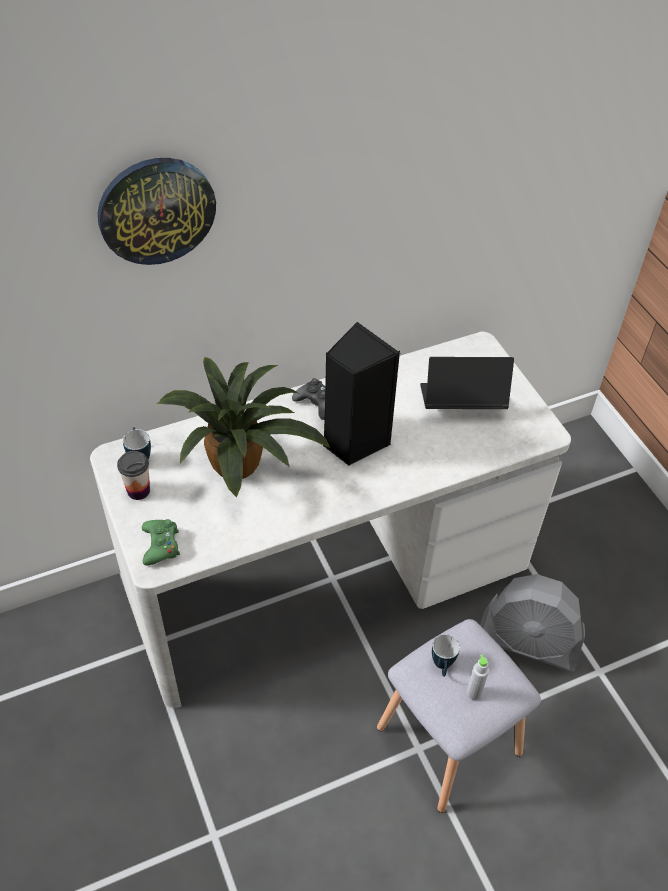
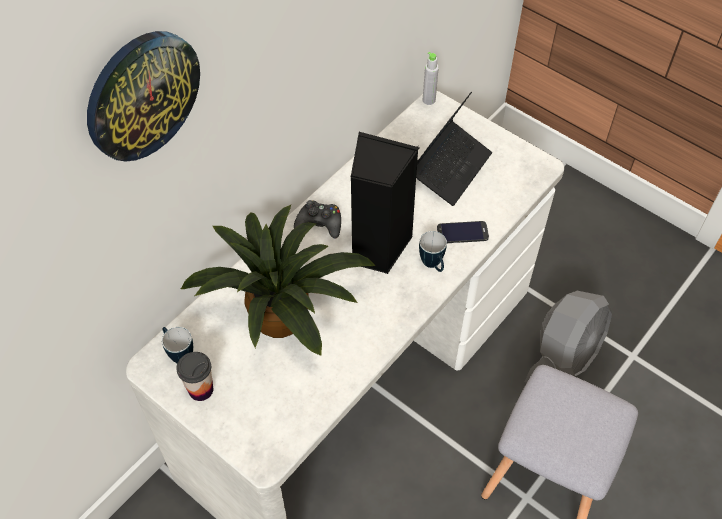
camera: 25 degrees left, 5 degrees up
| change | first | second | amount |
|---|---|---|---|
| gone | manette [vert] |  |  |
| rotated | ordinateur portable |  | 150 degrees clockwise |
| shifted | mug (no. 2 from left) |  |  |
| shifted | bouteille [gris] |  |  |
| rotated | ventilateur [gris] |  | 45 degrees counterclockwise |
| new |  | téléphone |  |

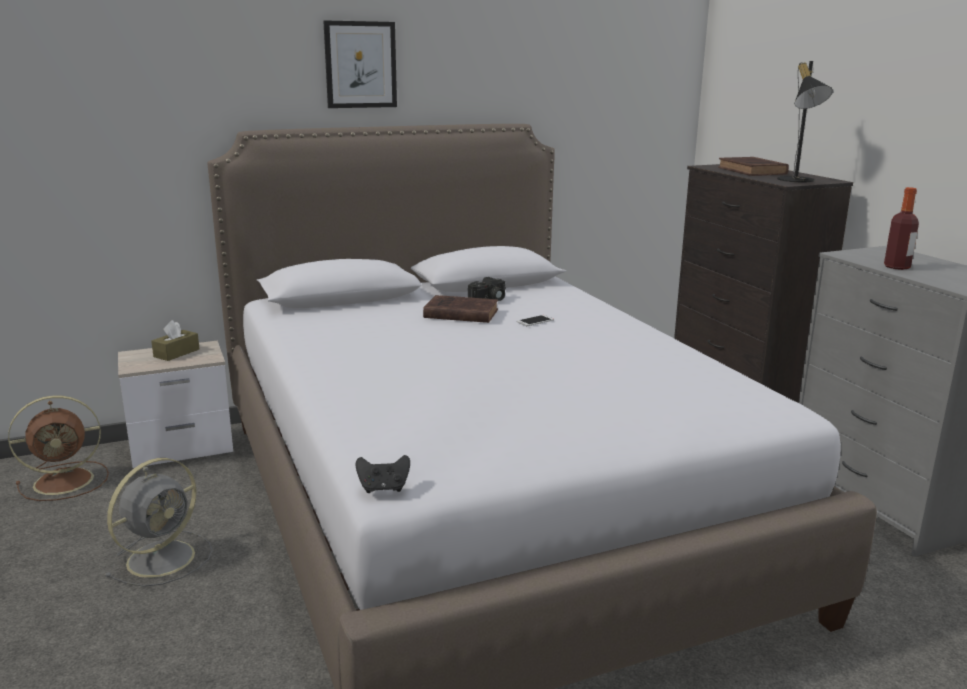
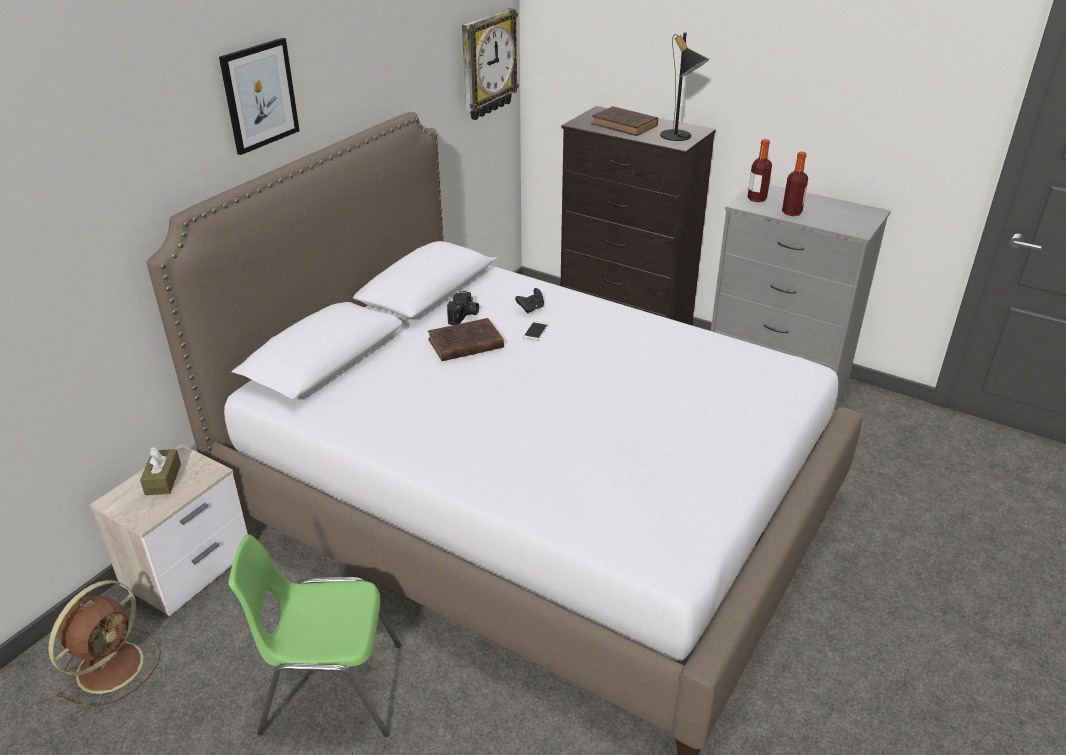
camera: 35 degrees left, 15 degrees up
| change | first | second | amount |
|---|---|---|---|
| swapped | ventilateur [gris] | chaise [vert] |  |
| shifted | manette [noir] |  |  |
| new |  | horloge murale |  |
| new |  | bouteille (no. 1 from left) |  |

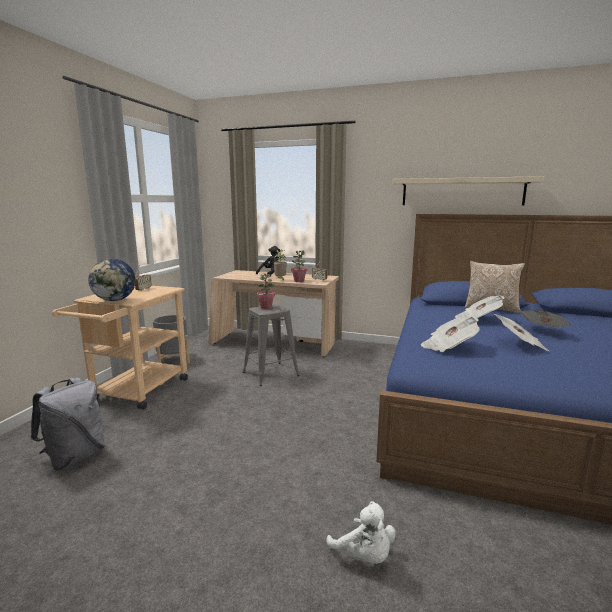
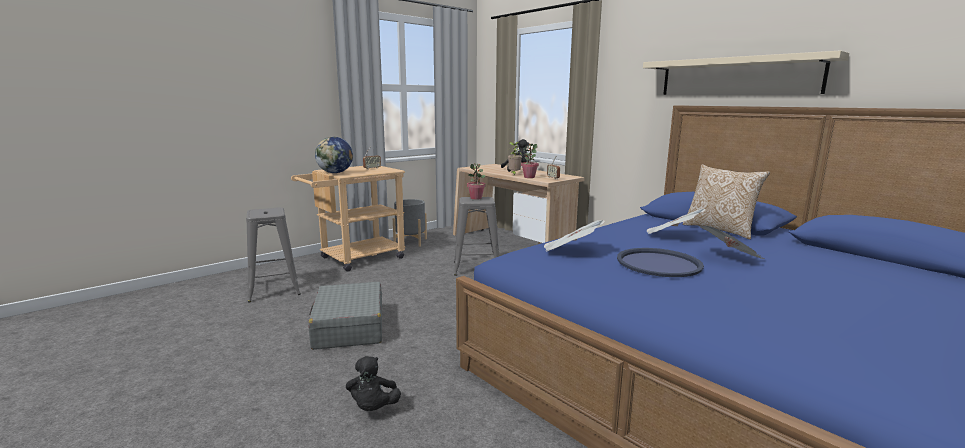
camera: 30 degrees right, 0 degrees up
| change | first | second | amount |
|---|---|---|---|
| swapped | sac à dos [gris] | tabouret [gris] (no. 1 from left) |  |
| repainted | peluche [blanc] | peluche [noir] (no. 1 from left) |  |
| swapped | journal (no. 3 from left) | plateau [bleu] |  |
| new |  | valise [gris] |  |

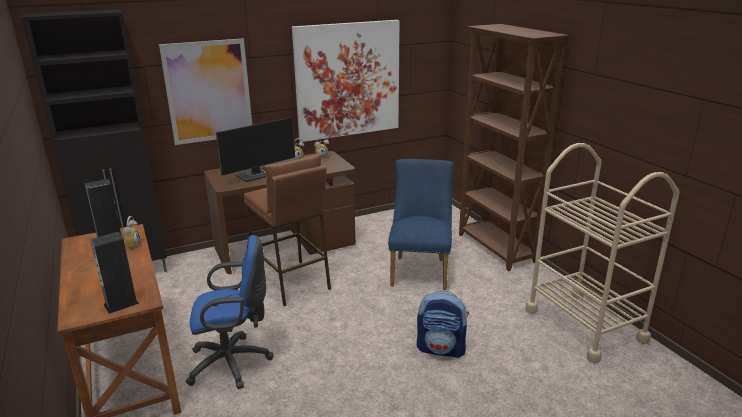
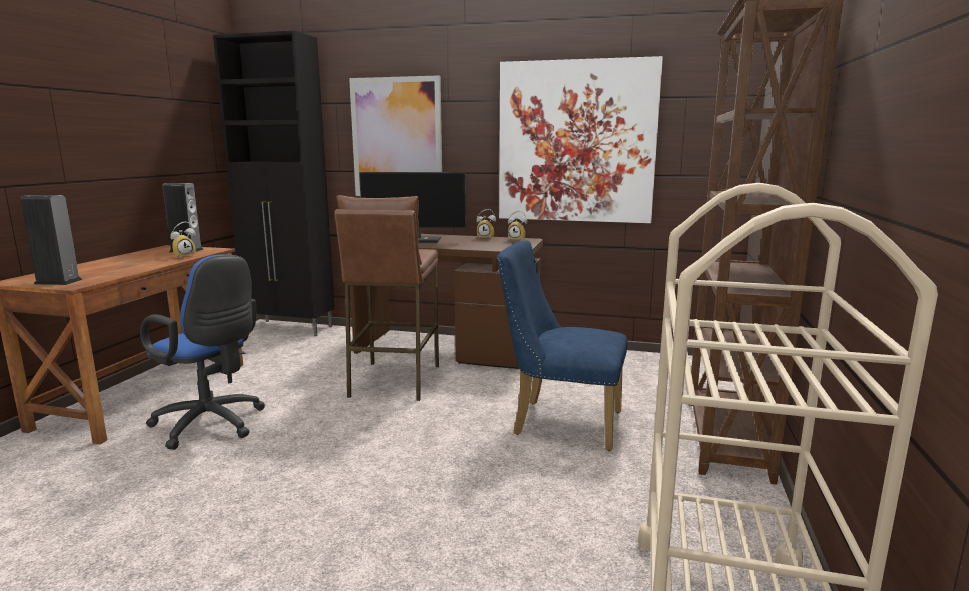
camera: 40 degrees right, 10 degrees down
| change | first | second | amount |
|---|---|---|---|
| rotated | chaise [bleu] |  | 120 degrees counterclockwise |
| gone | sac à dos |  |  |

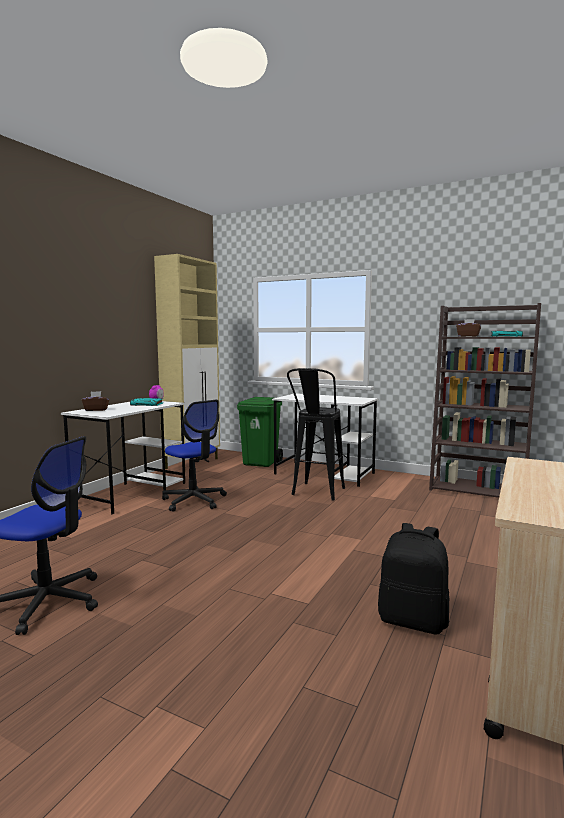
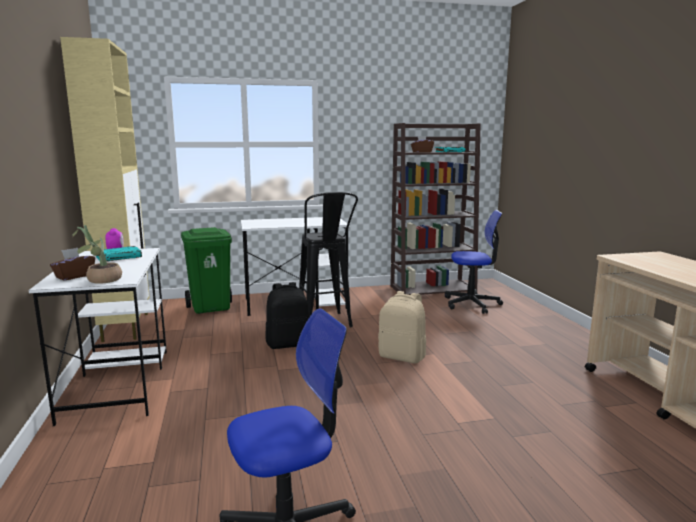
camera: 40 degrees left, 5 degrees up
| change | first | second | amount |
|---|---|---|---|
| shifted | chaise de bureau (no. 2 from left) |  |  |
| shifted | sac à dos [noir] |  |  |
| new |  | plante en pot |  |
| new |  | sac à dos [beige] |  |

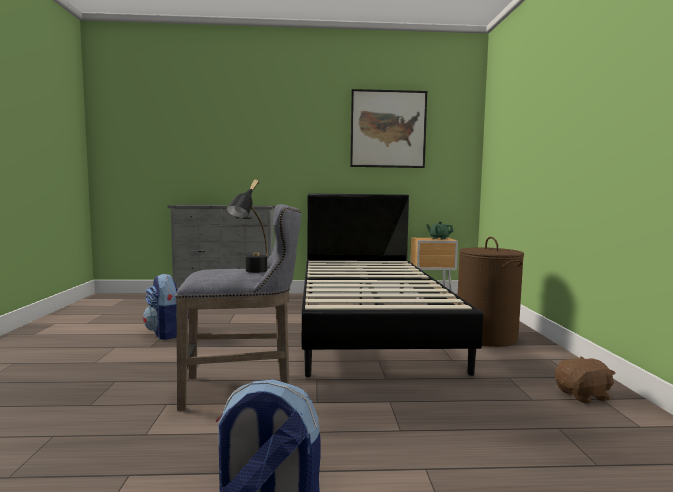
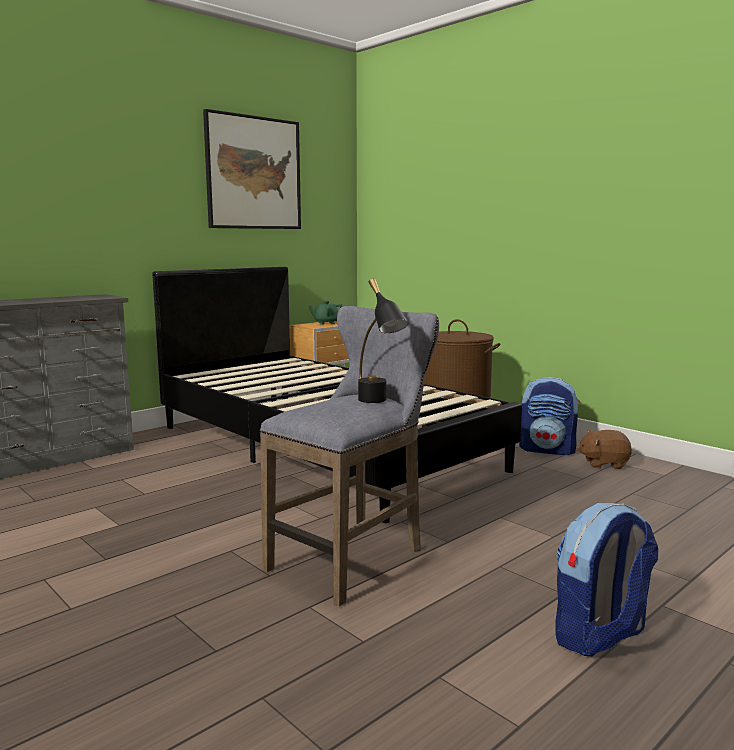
camera: 40 degrees left, 5 degrees up
| change | first | second | amount |
|---|---|---|---|
| shifted | sac à dos (no. 1 from left) |  |  |
| rotated | peluche [marron] |  | 120 degrees counterclockwise |

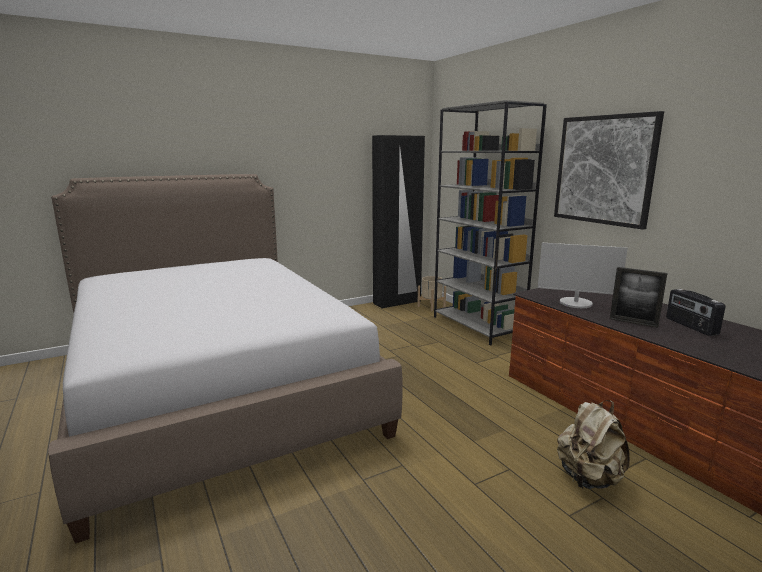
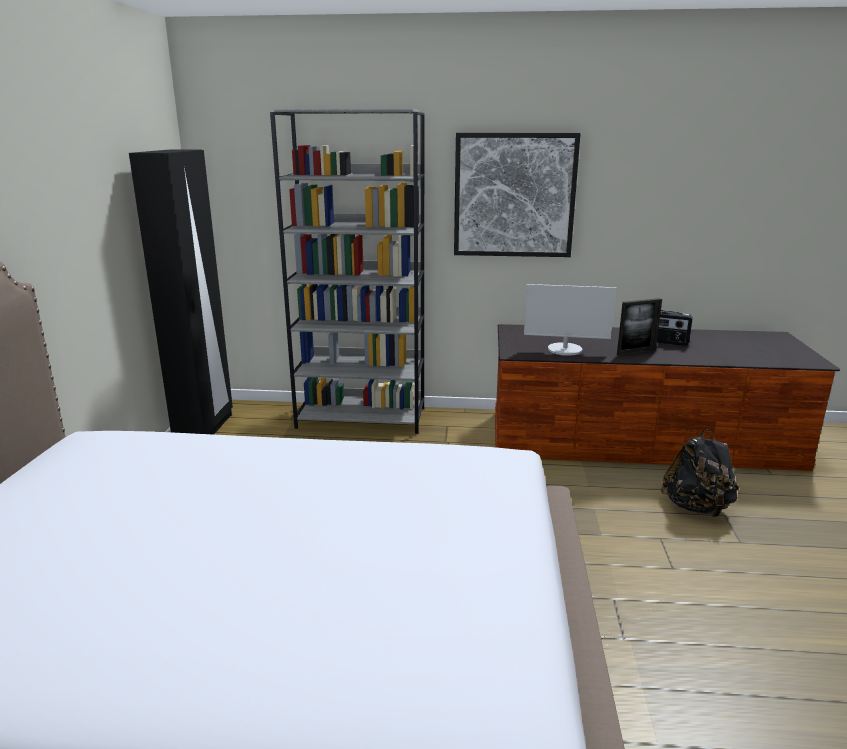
camera: 55 degrees left, 5 degrees up
| change | first | second | amount |
|---|---|---|---|
| gone | cache-pot [beige] |  |  |
| rotated | écran d'ordinateur |  | 45 degrees clockwise |
| repainted | sac à dos [beige] | sac à dos [noir] |  |

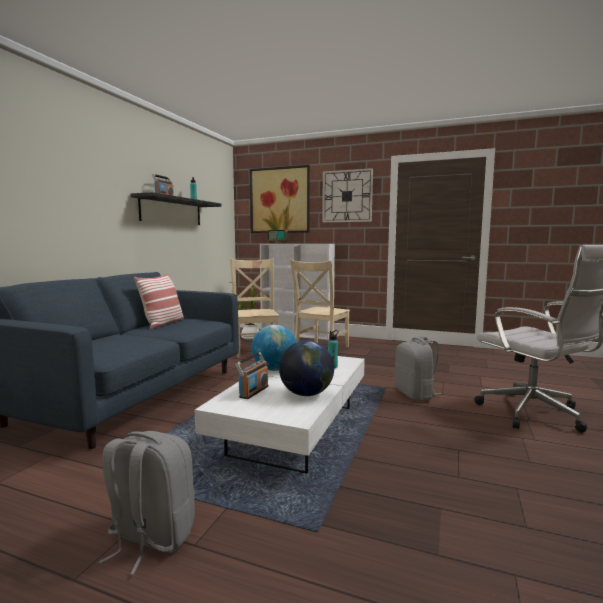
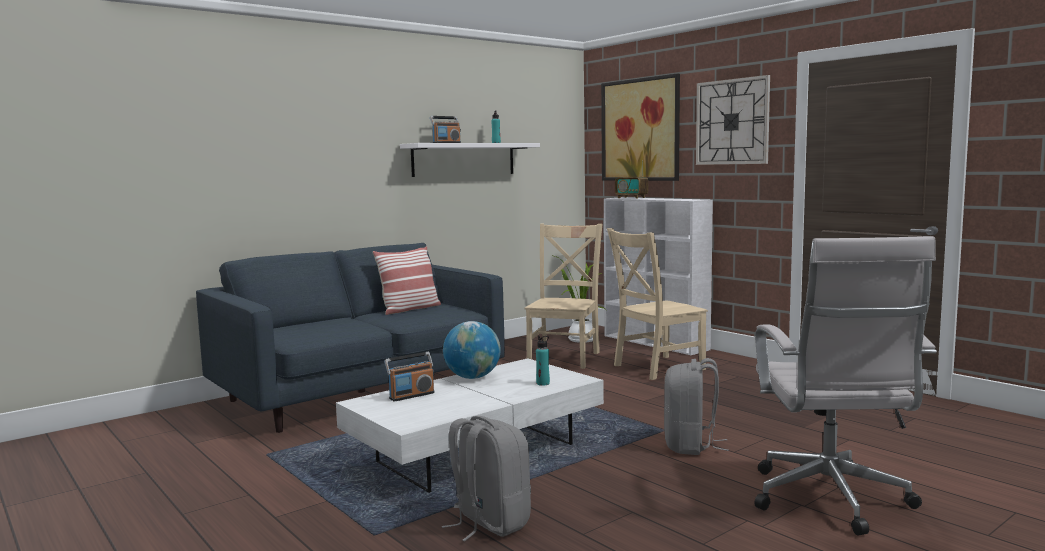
camera: 30 degrees right, 0 degrees up
| change | first | second | amount |
|---|---|---|---|
| shifted | sac à dos [gris] (no. 1 from left) |  |  |
| repainted | étagère [noir] | étagère [blanc] |  |
| gone | globe (no. 2 from left) |  |  |

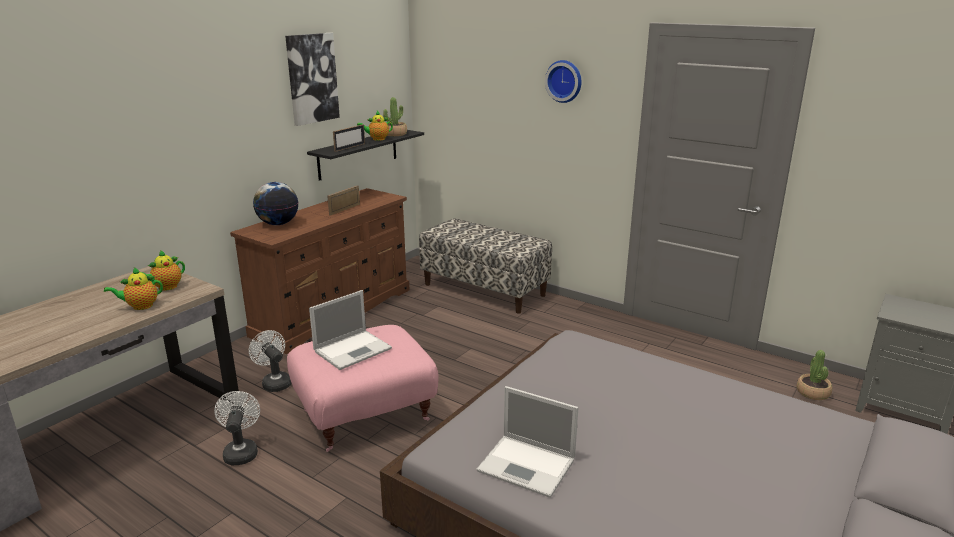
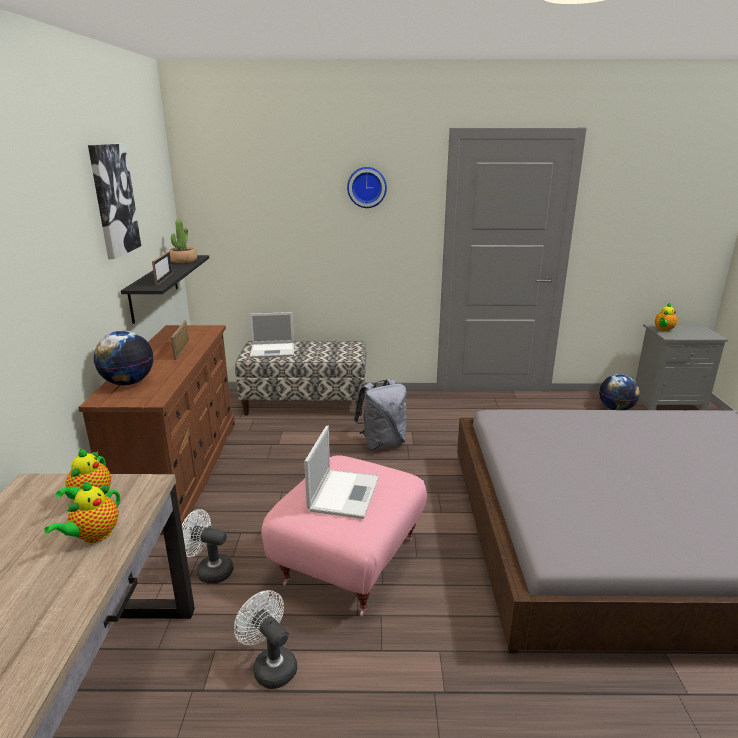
camera: 35 degrees left, 0 degrees up
| change | first | second | amount |
|---|---|---|---|
| shifted | théière (no. 3 from left) |  |  |
| shifted | ordinateur portable (no. 2 from left in the first image) | ordinateur portable (no. 1 from left) |  |
| swapped | plante en pot (no. 2 from left) | globe (no. 2 from left) |  |
| new |  | sac à dos [gris] |  |

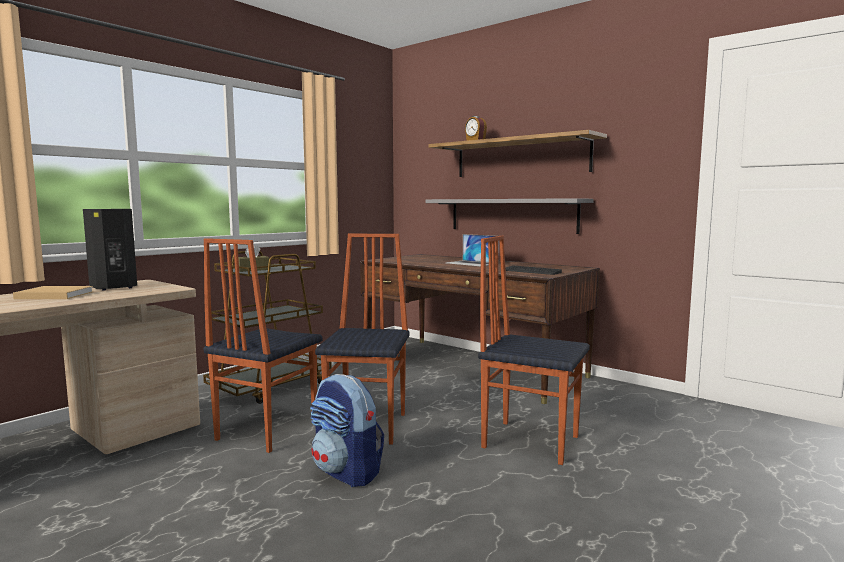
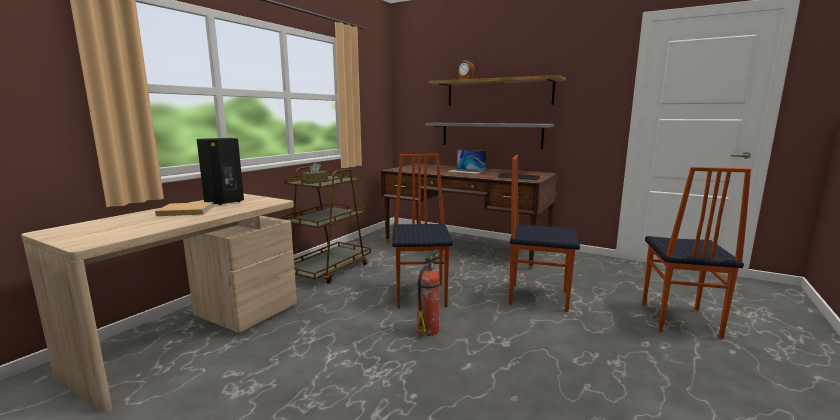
camera: 10 degrees left, 5 degrees up
| change | first | second | amount |
|---|---|---|---|
| shifted | chaise (no. 1 from left in the first image) | chaise (no. 3 from left) |  |
| swapped | sac à dos | extincteur |  |

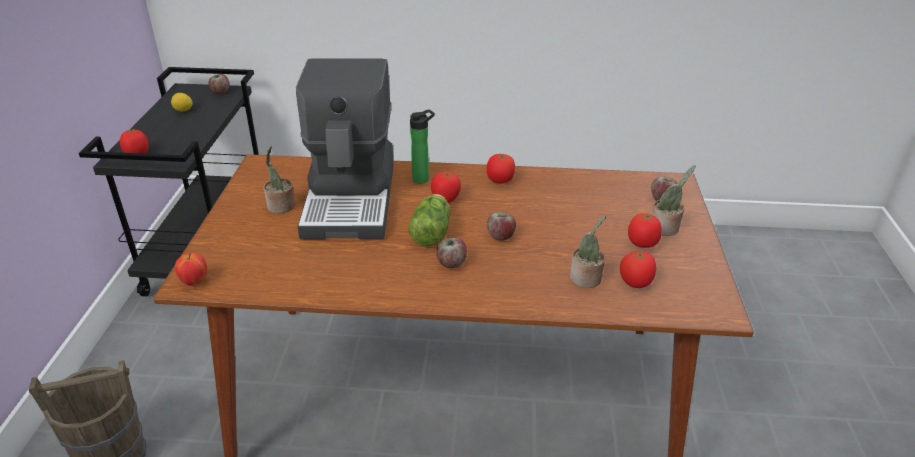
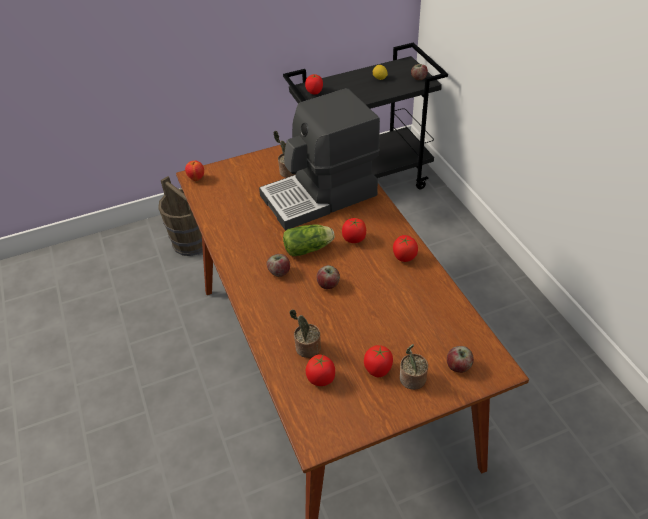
camera: 65 degrees right, 10 degrees up
| change | first | second | amount |
|---|---|---|---|
| gone | bouteille |  |  |

